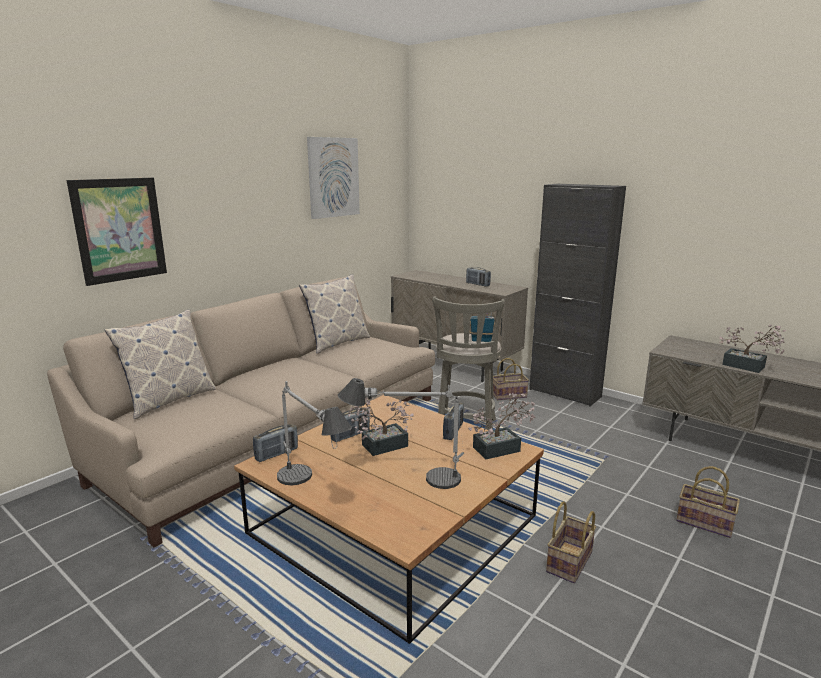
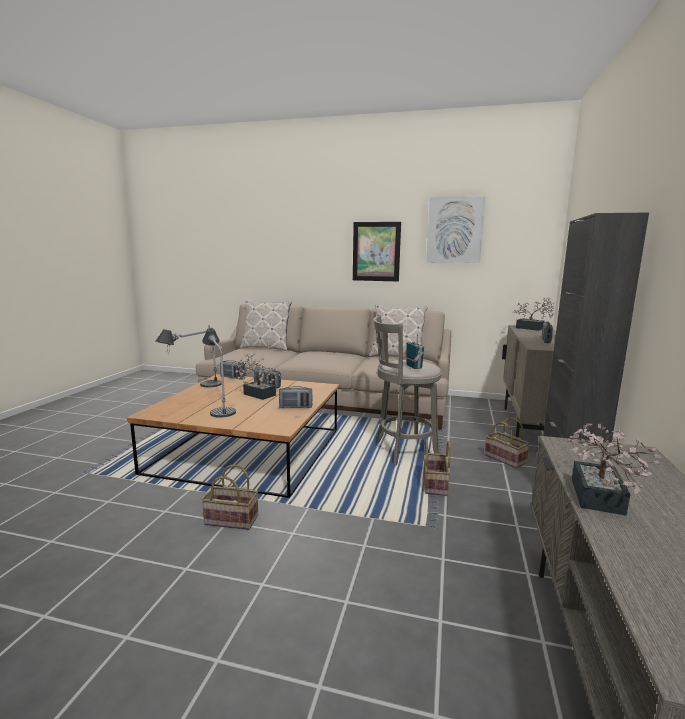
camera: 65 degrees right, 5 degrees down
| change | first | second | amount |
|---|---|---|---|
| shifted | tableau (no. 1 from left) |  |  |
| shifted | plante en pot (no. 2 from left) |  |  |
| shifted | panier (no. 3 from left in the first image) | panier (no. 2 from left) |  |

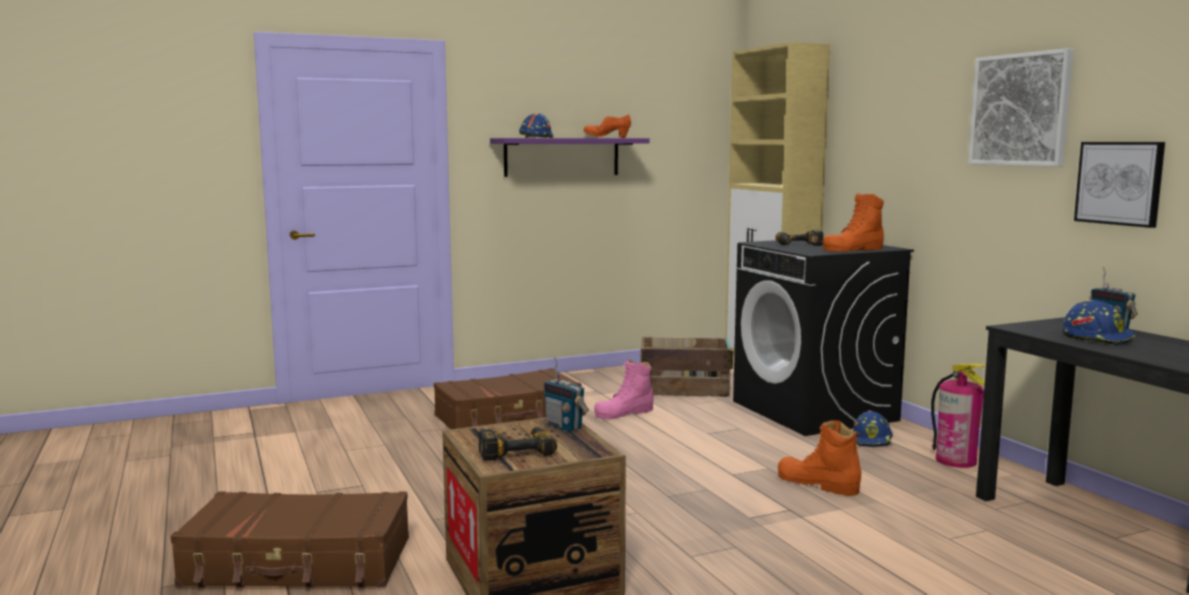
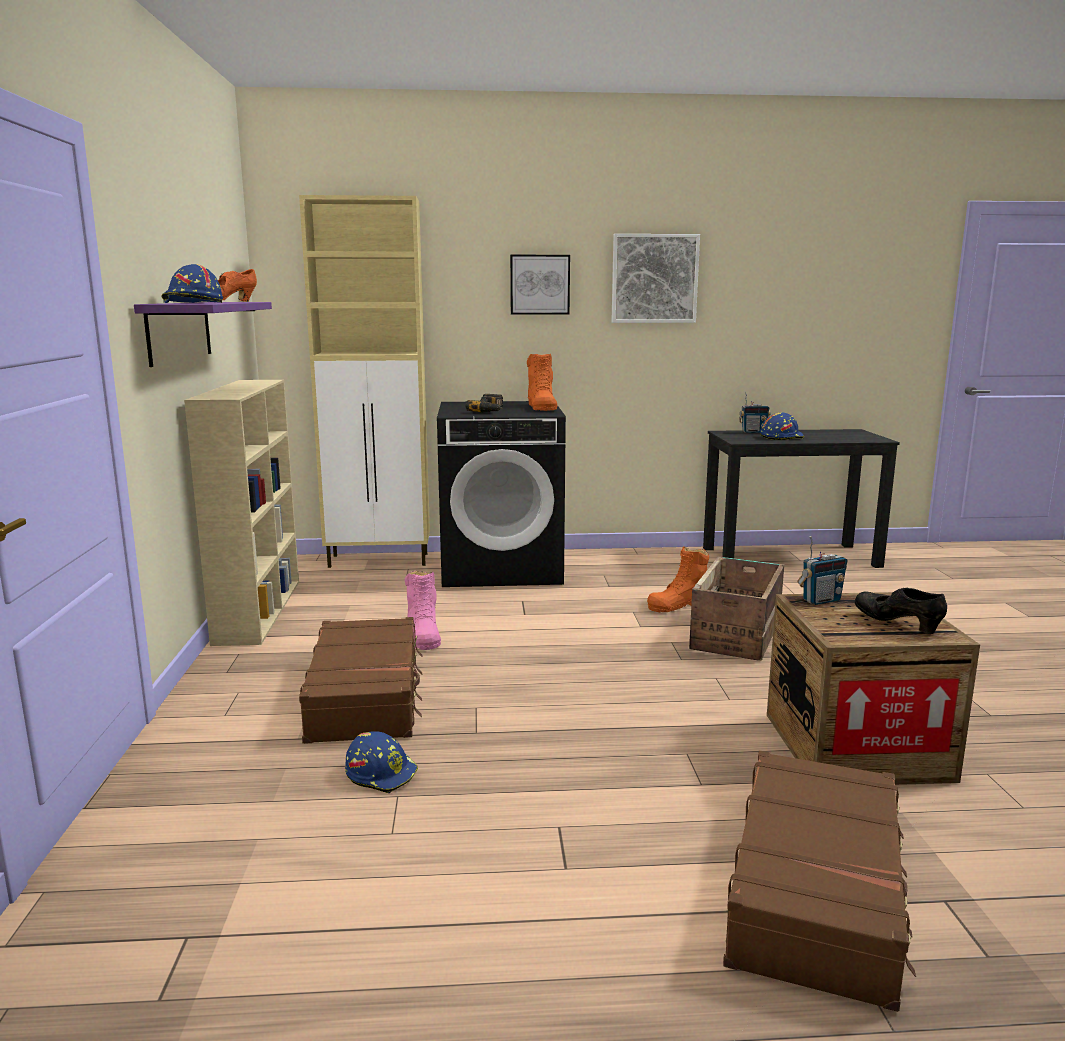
camera: 70 degrees left, 5 degrees up
| change | first | second | amount |
|---|---|---|---|
| swapped | perceuse (no. 1 from left) | chaussure [noir] |  |
| shifted | caisse (no. 2 from left in the first image) | caisse (no. 1 from left) |  |
| shifted | casque de chantier [bleu] (no. 2 from left) |  |  |
| gone | extincteur |  |  |
| shifted | tableau (no. 2 from left in the first image) | tableau (no. 1 from left) |  |
| new |  | bibliothèque [beige] |  |

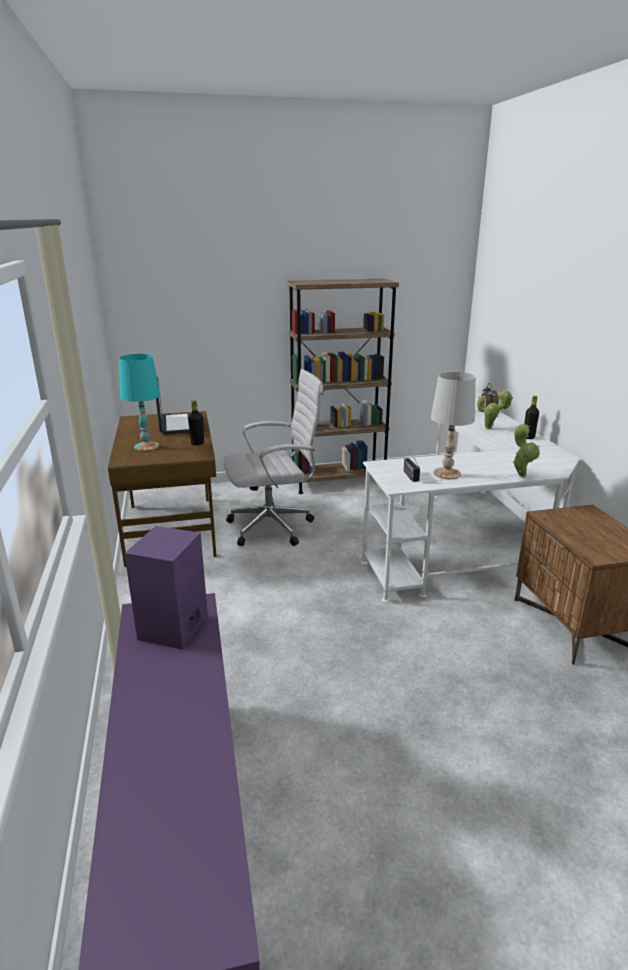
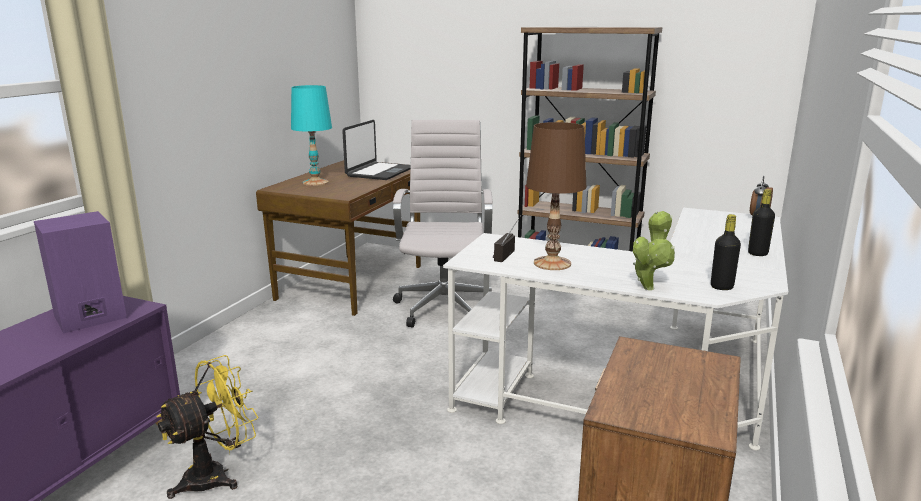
camera: 35 degrees right, 5 degrees down
| change | first | second | amount |
|---|---|---|---|
| shifted | bouteille [noir] (no. 1 from left) |  |  |
| rotated | chaise de bureau [blanc] |  | 105 degrees counterclockwise |
| repainted | lampe de table [blanc] | lampe de table [marron] |  |
| gone | plante en pot (no. 1 from left) |  |  |
| new |  | ventilateur [jaune] |  |

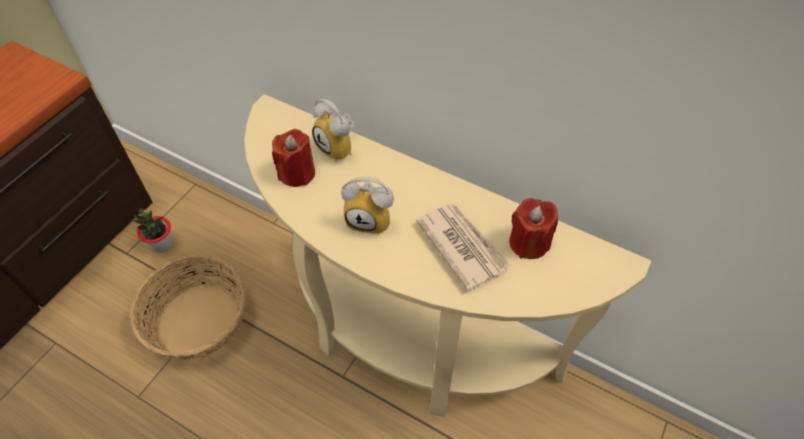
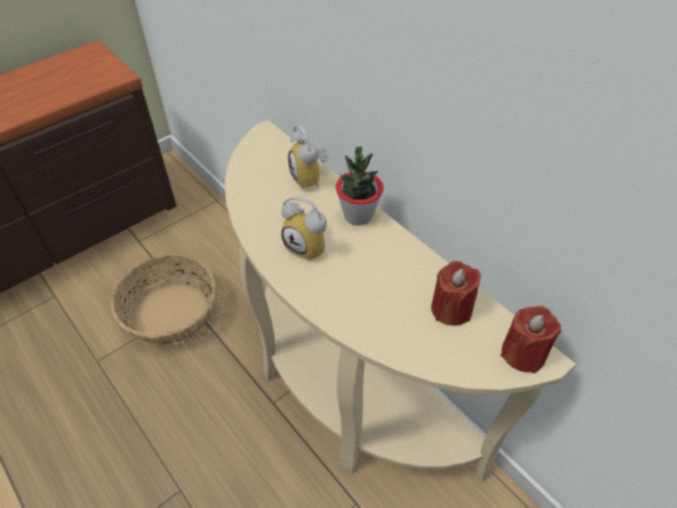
camera: 20 degrees right, 5 degrees down
| change | first | second | amount |
|---|---|---|---|
| shifted | plante en pot |  |  |
| shifted | bougie [rouge] (no. 1 from left in the first image) | bougie [rouge] (no. 2 from left) |  |
| gone | journal |  |  |

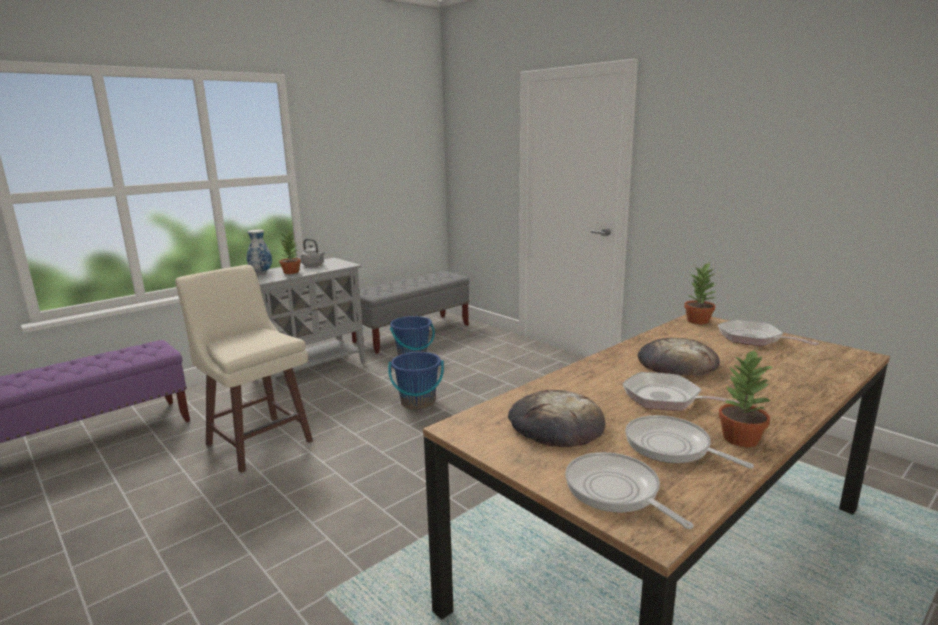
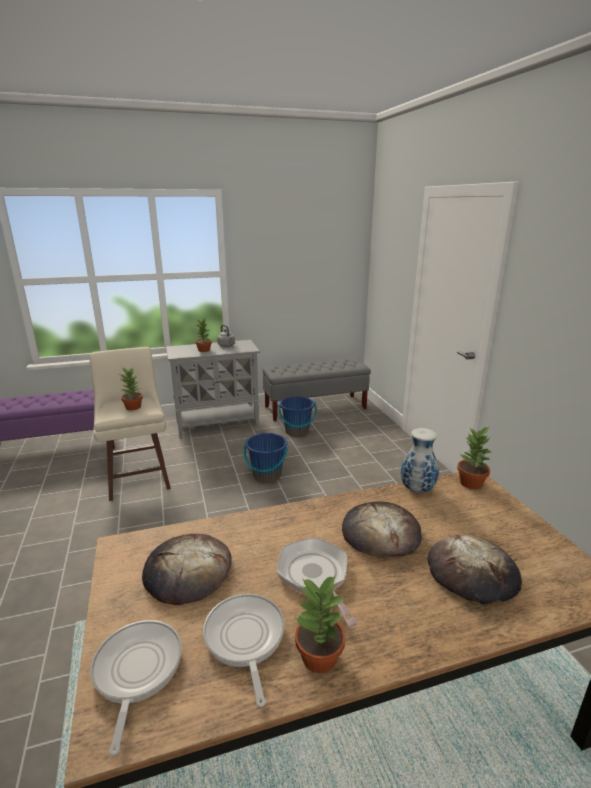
camera: 25 degrees right, 5 degrees up
| change | first | second | amount |
|---|---|---|---|
| shifted | vase |  |  |
| gone | poêle (no. 4 from left) |  |  |
| new |  | plante en pot (no. 1 from left) |  |
| new |  | pain (no. 3 from left) |  |

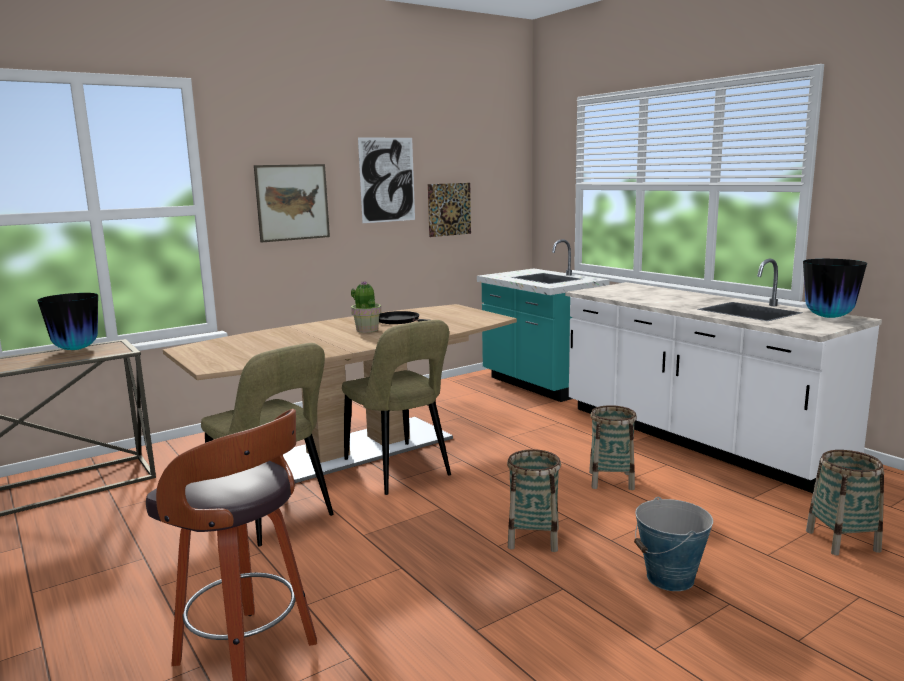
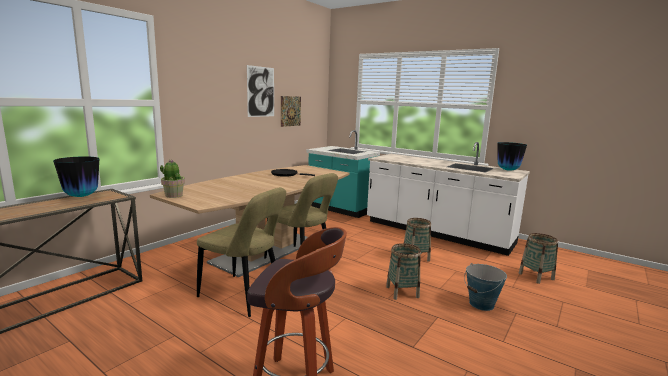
camera: 20 degrees left, 0 degrees up
| change | first | second | amount |
|---|---|---|---|
| gone | tableau (no. 1 from left) |  |  |
| shifted | plante en pot |  |  |

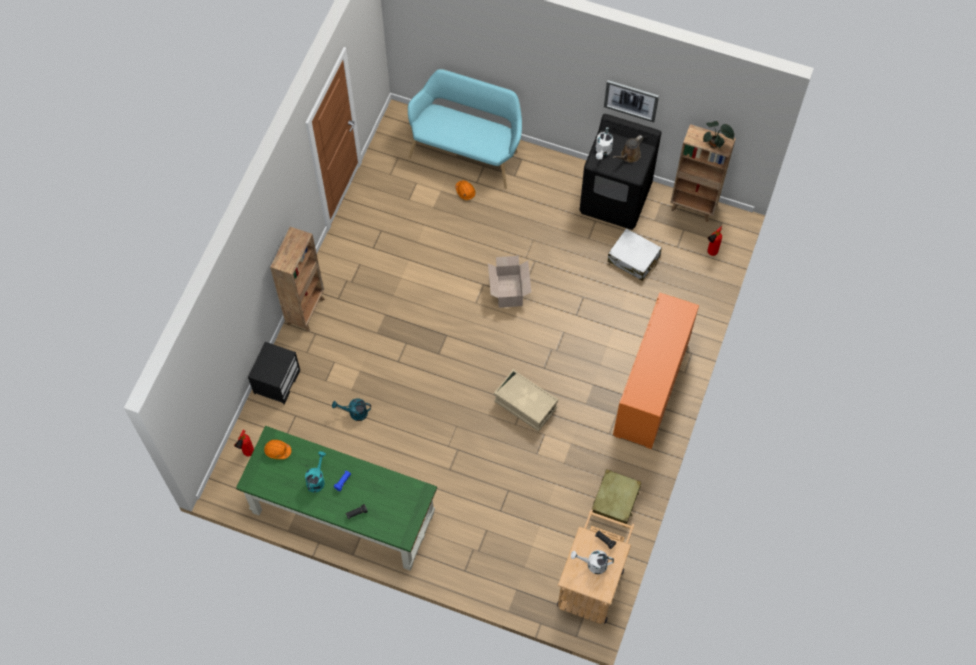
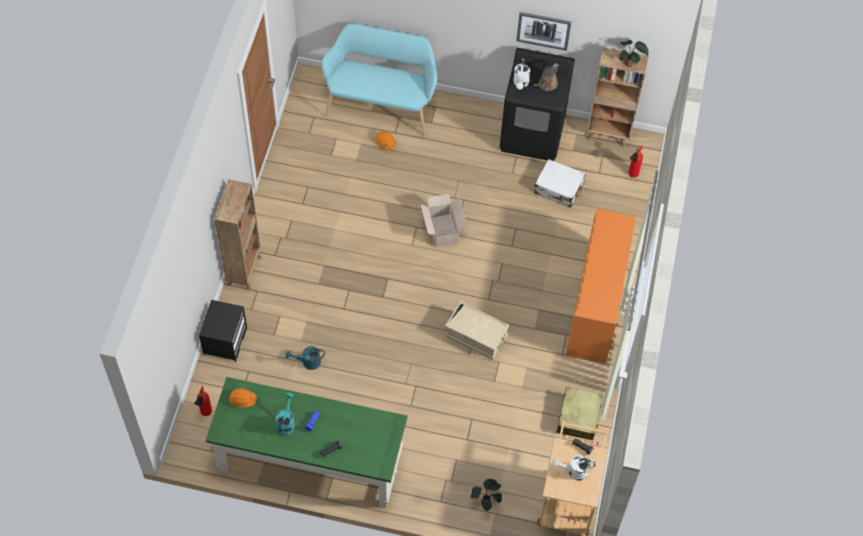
camera: 10 degrees left, 5 degrees down
| change | first | second | amount |
|---|---|---|---|
| new |  | plante en pot (no. 1 from left) |  |

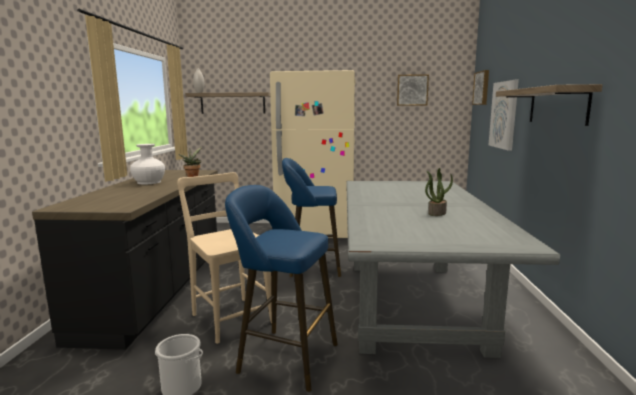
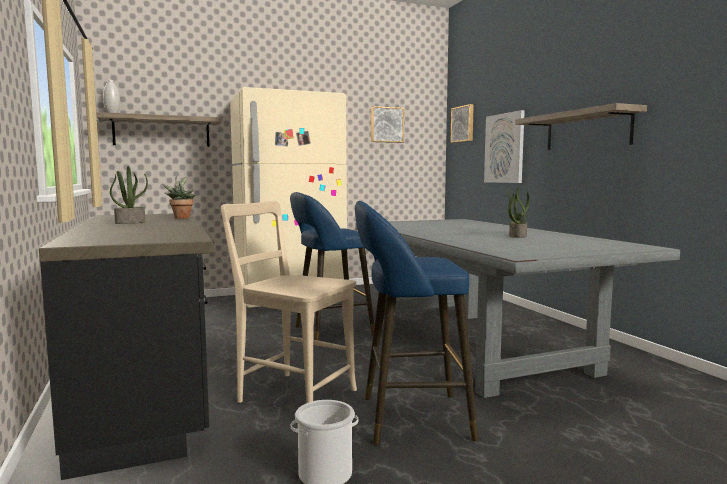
camera: 25 degrees left, 5 degrees down
| change | first | second | amount |
|---|---|---|---|
| swapped | vase [blanc] (no. 1 from left) | plante en pot (no. 1 from left) |  |

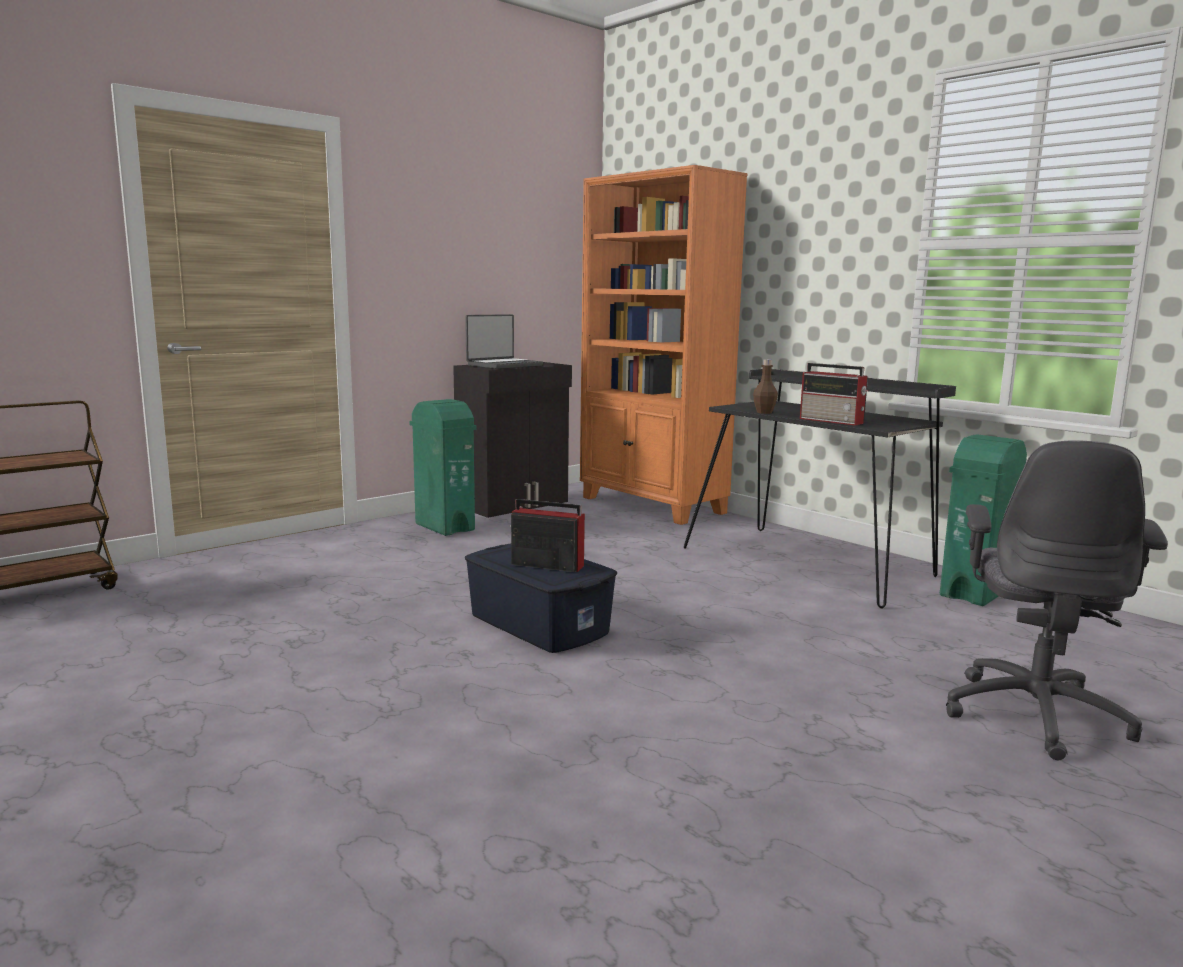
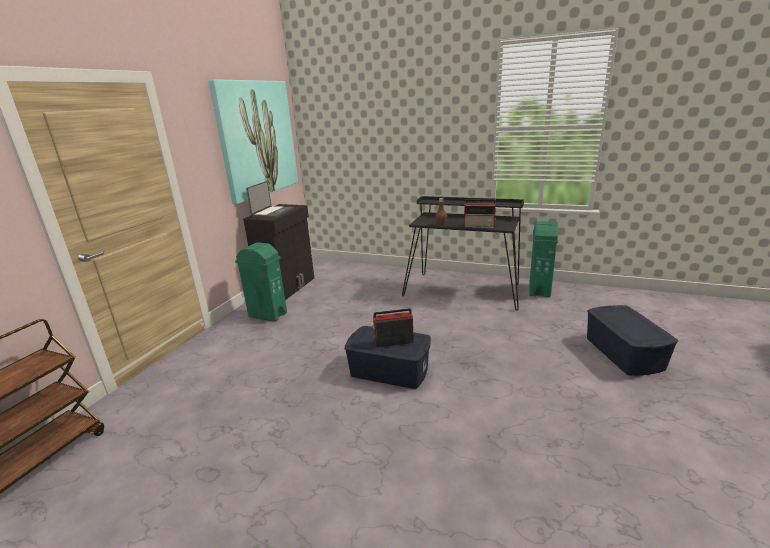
camera: 25 degrees left, 10 degrees up
| change | first | second | amount |
|---|---|---|---|
| gone | bibliothèque [orange] |  |  |
| swapped | chaise de bureau [gris] | boîte de rangement [bleu] (no. 2 from left) |  |
| new |  | tableau |  |

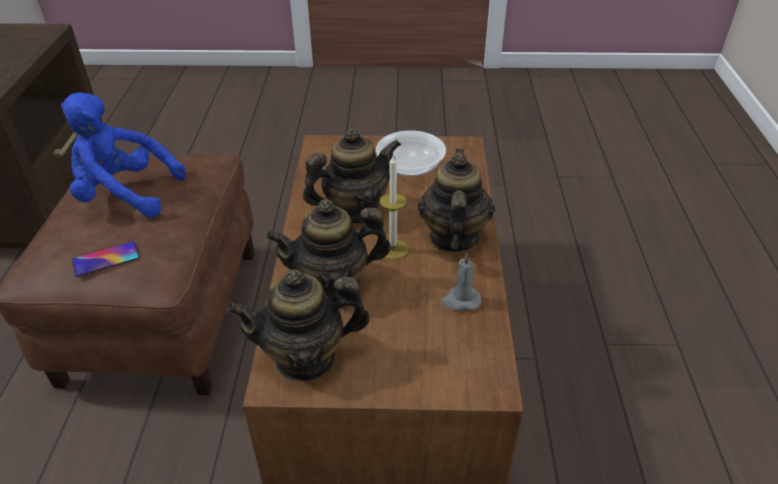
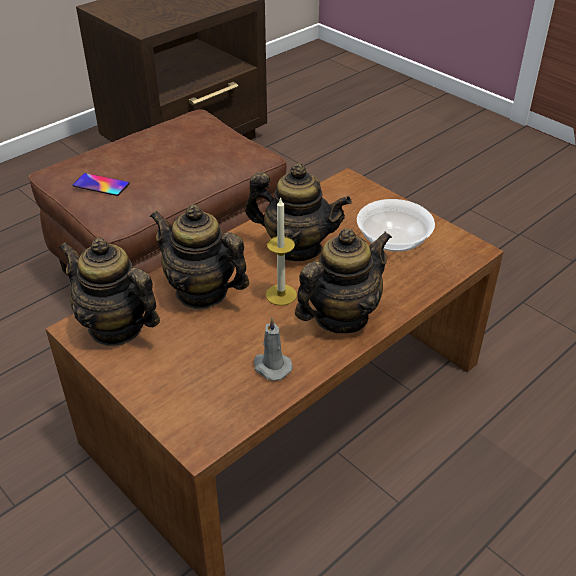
camera: 45 degrees right, 0 degrees up
| change | first | second | amount |
|---|---|---|---|
| gone | peluche [bleu] |  |  |

